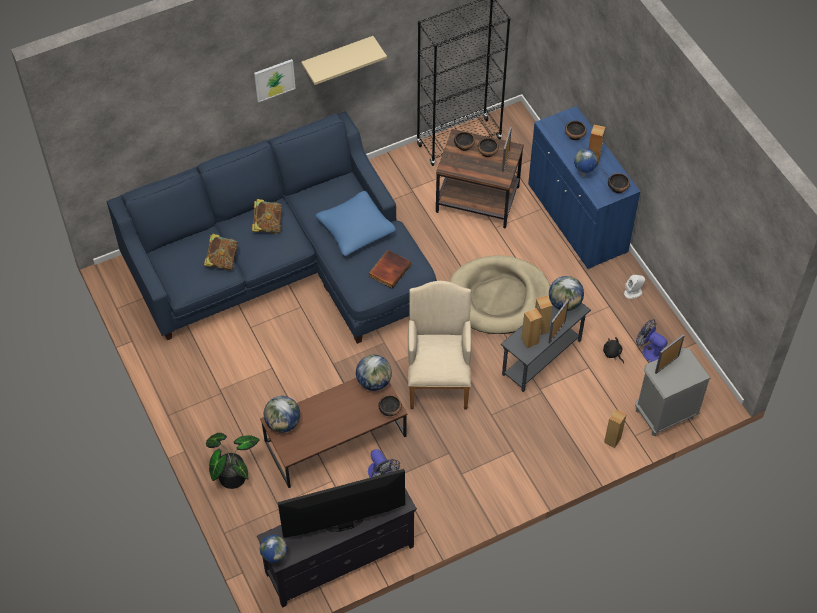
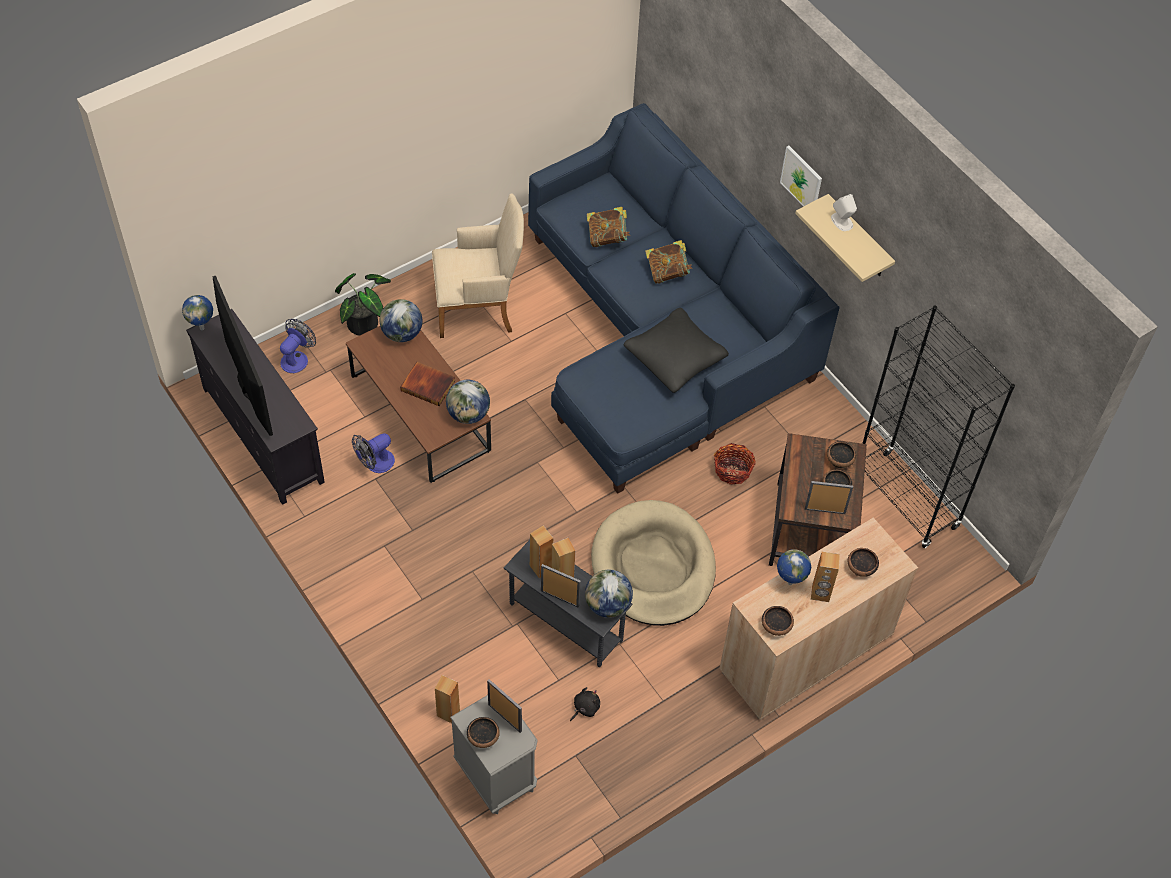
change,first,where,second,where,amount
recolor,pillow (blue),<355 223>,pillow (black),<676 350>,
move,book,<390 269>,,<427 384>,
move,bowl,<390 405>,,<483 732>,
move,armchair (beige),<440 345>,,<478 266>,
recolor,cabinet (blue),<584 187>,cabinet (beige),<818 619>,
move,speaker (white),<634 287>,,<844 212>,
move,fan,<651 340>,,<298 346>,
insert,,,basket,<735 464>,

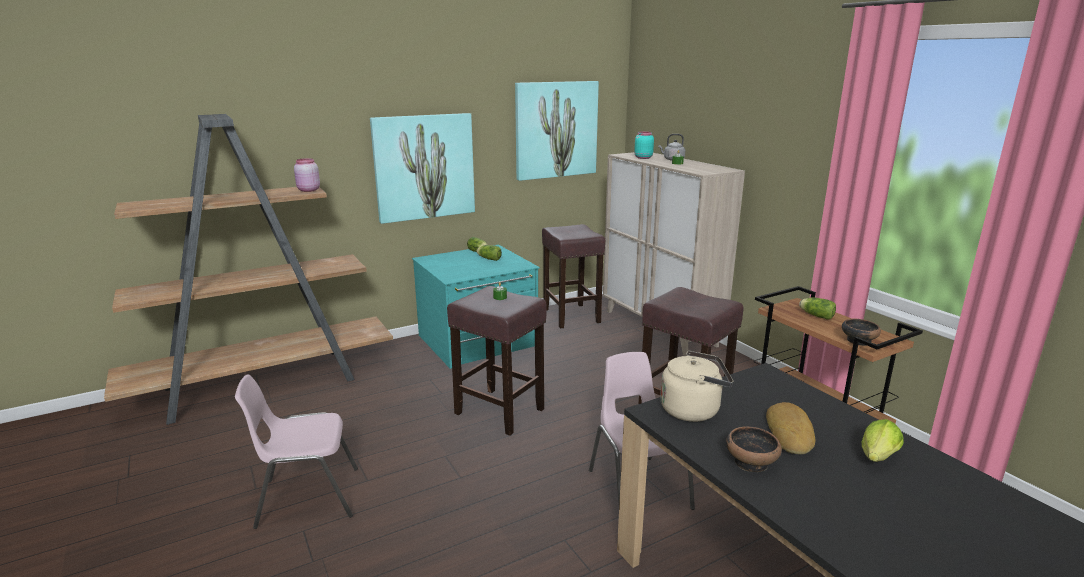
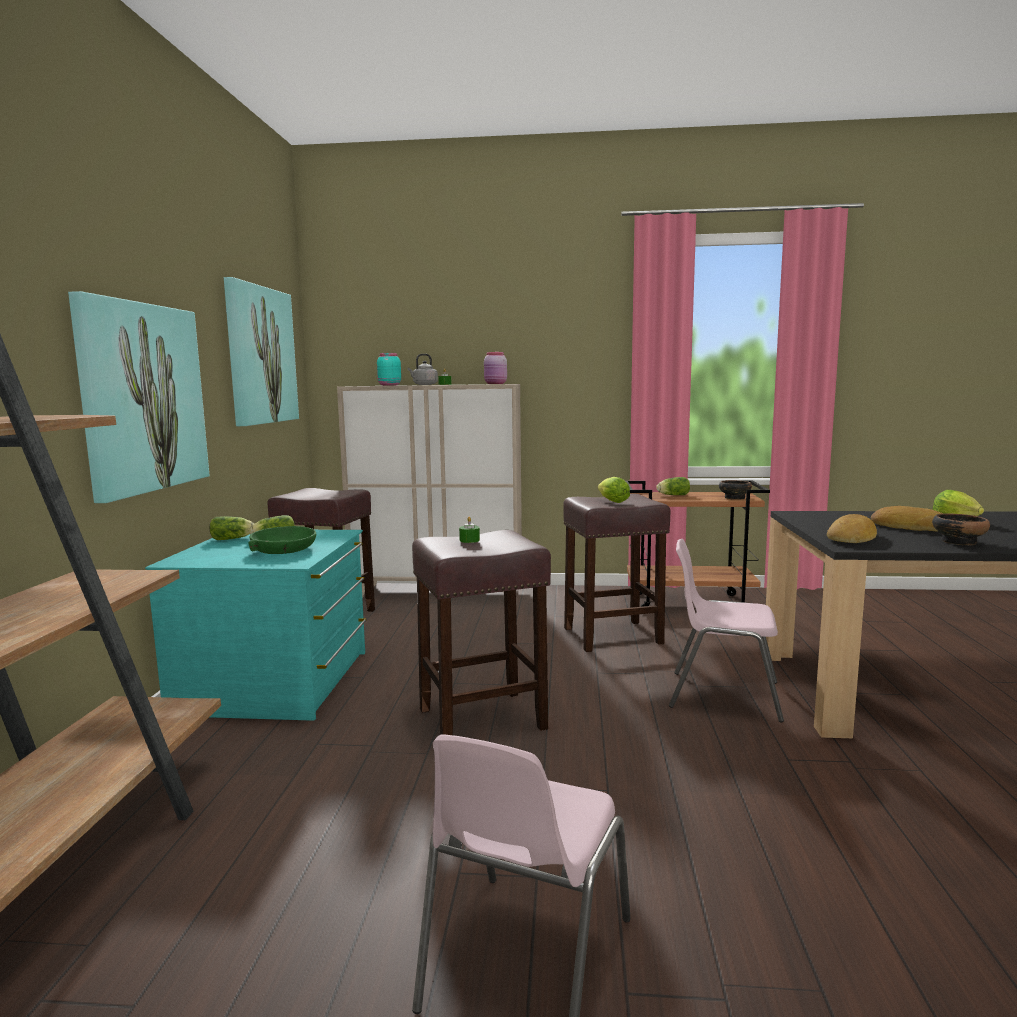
change,first,where,second,where,amount
move,jar (pink),<307 175>,,<495 368>,
replace,kettle (beige),<696 386>,bread,<852 528>,
insert,,,bowl (green),<282 540>,
insert,,,lettuce,<614 490>,

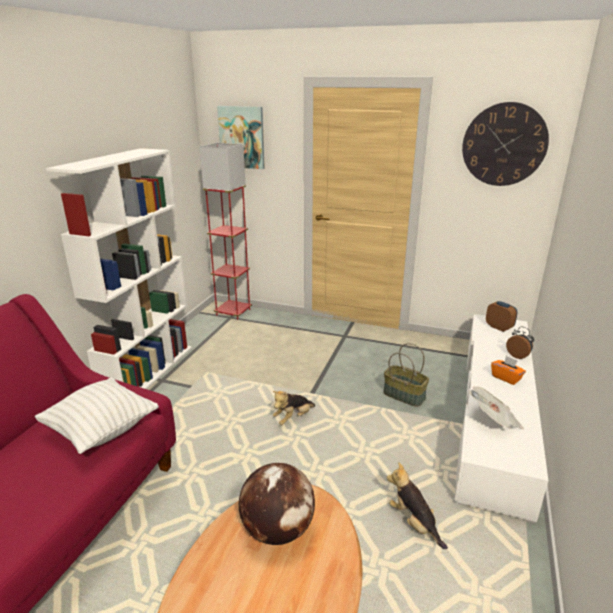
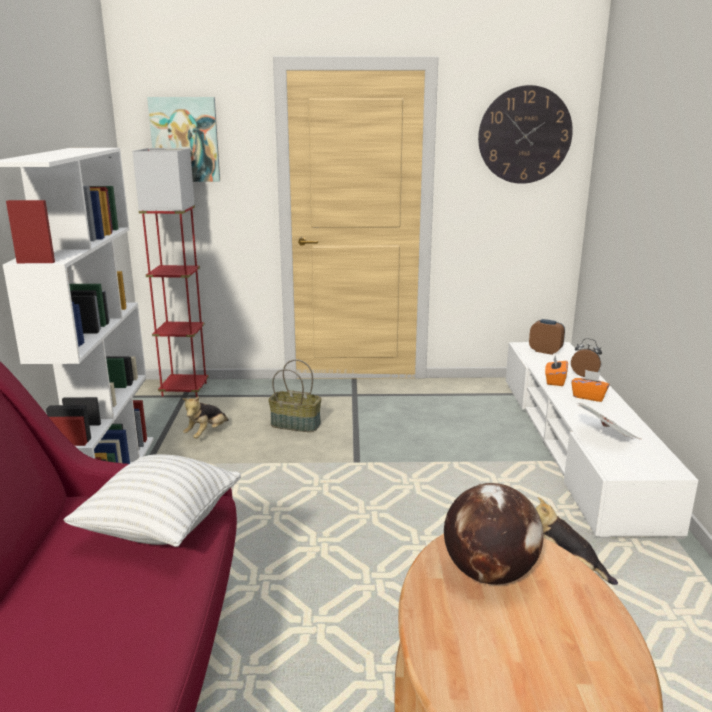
change,first,where,second,where,amount
move,plush toy,<293 408>,,<205 417>,
move,basket,<406 375>,,<294 395>,
insert,,,tissue box (orange),<556 371>,

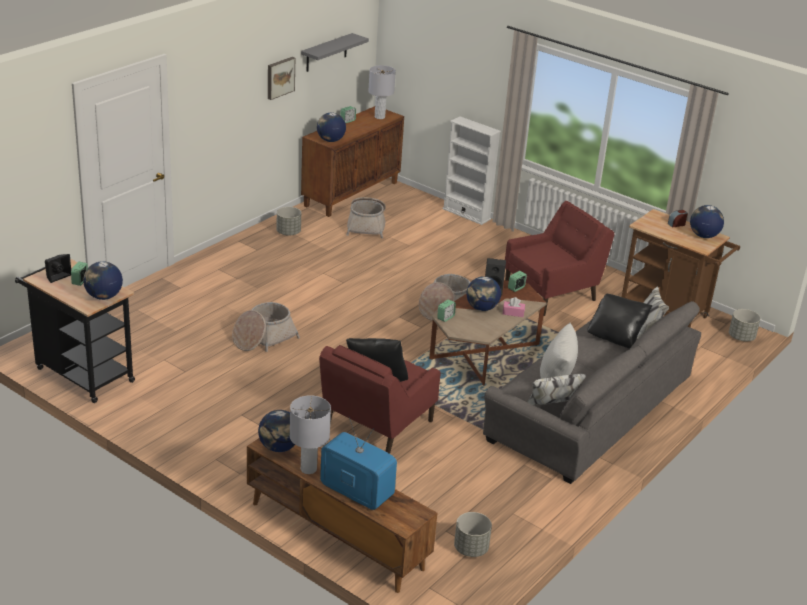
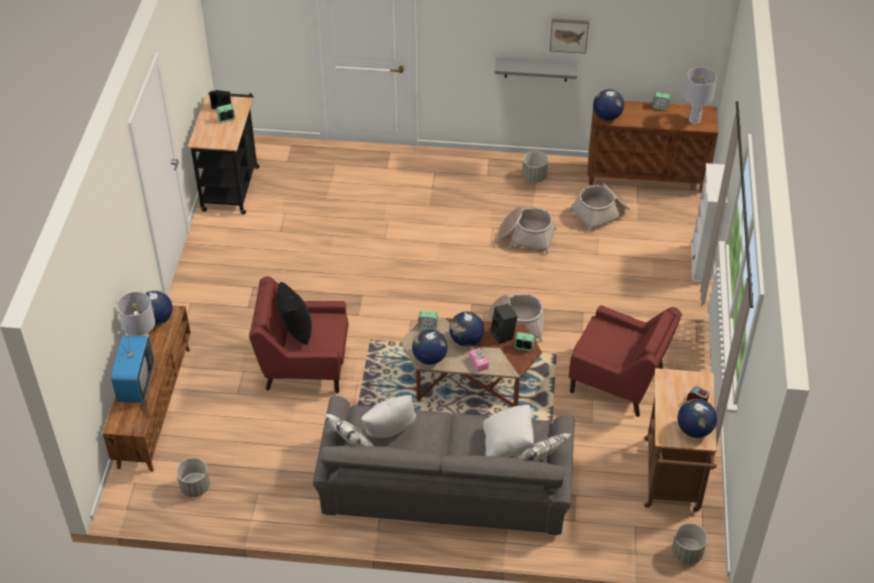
change,first,where,second,where,amount
move,globe,<103 280>,,<429 347>,
move,basket,<266 327>,,<526 231>,
move,shelf (grey),<335 52>,,<536 69>,
recolor,pillow (black),<620 321>,pillow (white),<508 431>,

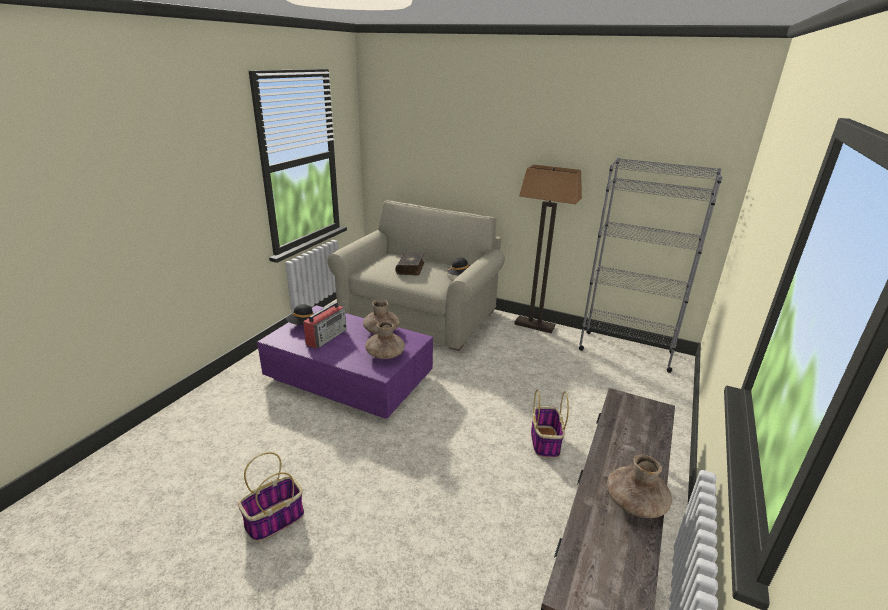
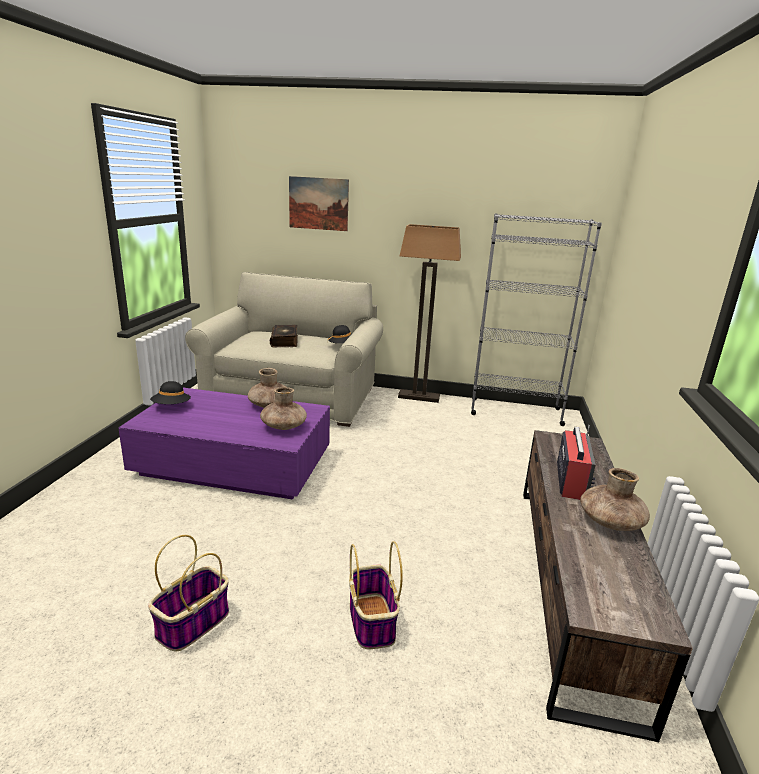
change,first,where,second,where,amount
move,radio,<325 325>,,<576 462>,
move,basket,<550 423>,,<376 595>,
insert,,,picture,<319 203>,

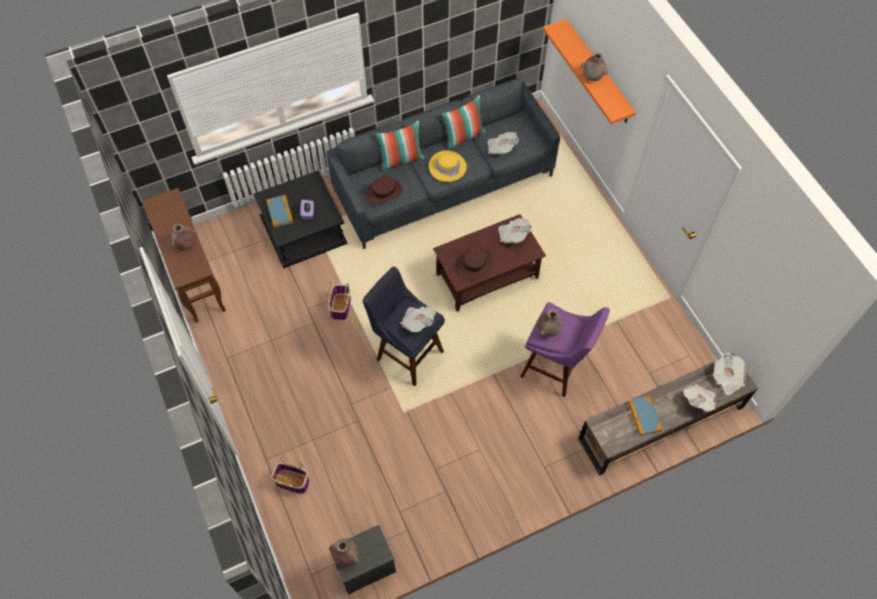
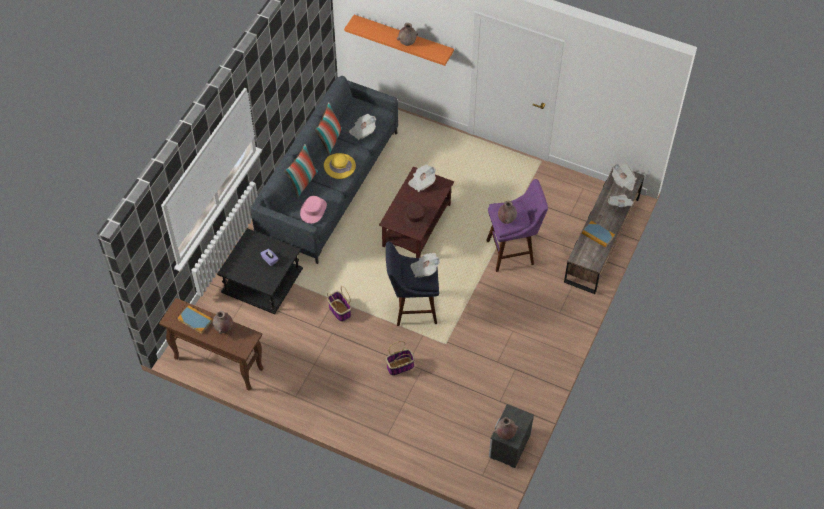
change,first,where,second,where,amount
move,book,<280 211>,,<195 319>,
move,basket,<290 475>,,<400 358>,
recolor,hat (brown),<383 190>,hat (pink),<313 210>,

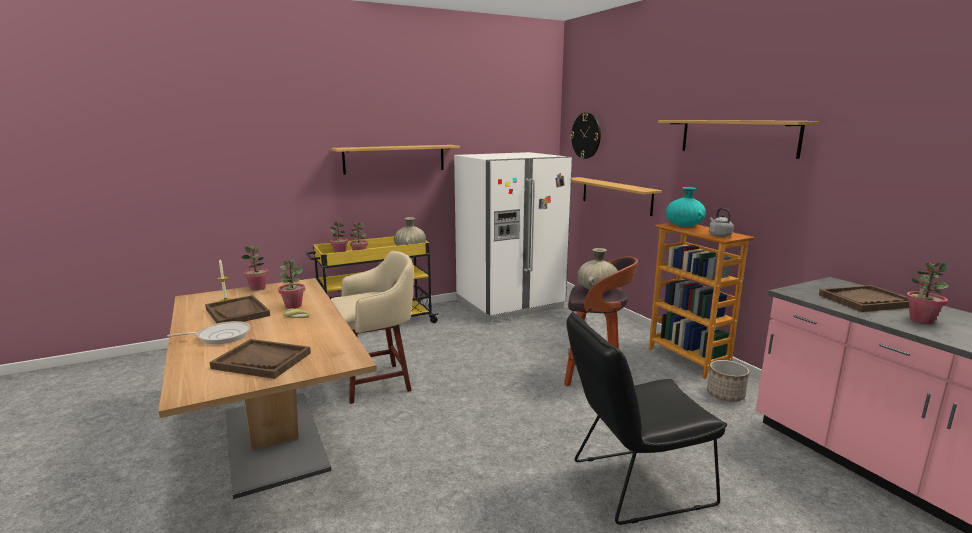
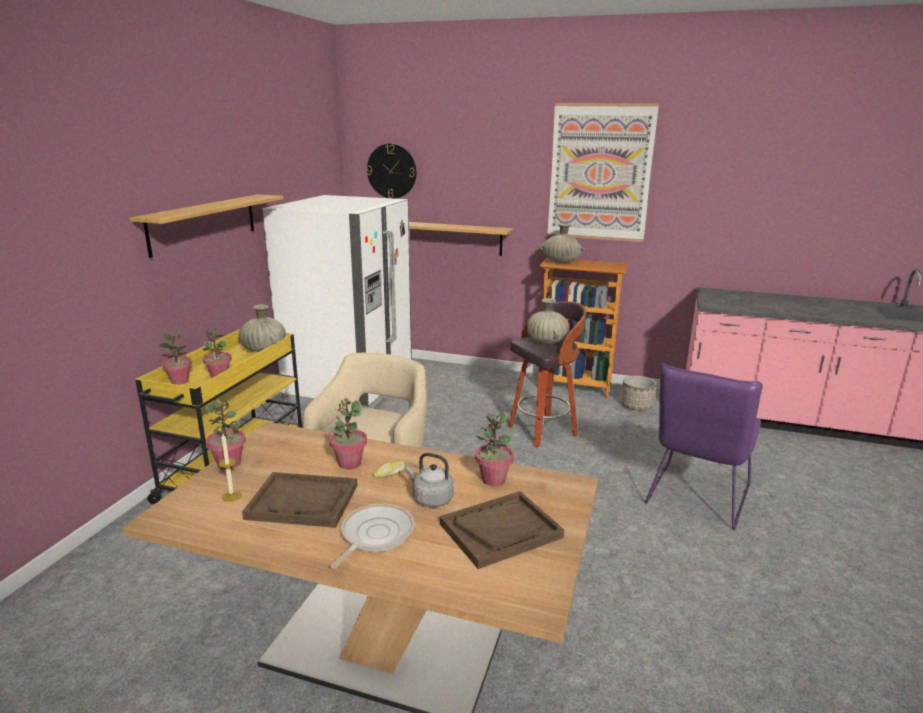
change,first,where,second,where,amount
recolor,chair (black),<646 418>,chair (purple),<704 446>,
replace,shelf,<738 139>,picture,<603 172>,
recolor,vase (turquoise),<686 207>,vase (beige),<562 243>,
move,kettle (grey),<721 222>,,<430 480>,
delete,tray (brown),<864 298>,,,
move,potted plant,<927 292>,,<494 448>,

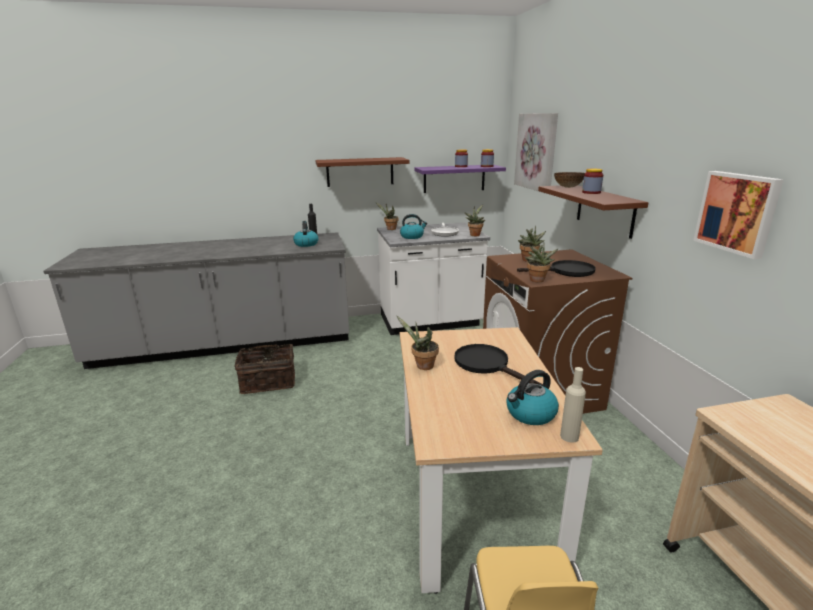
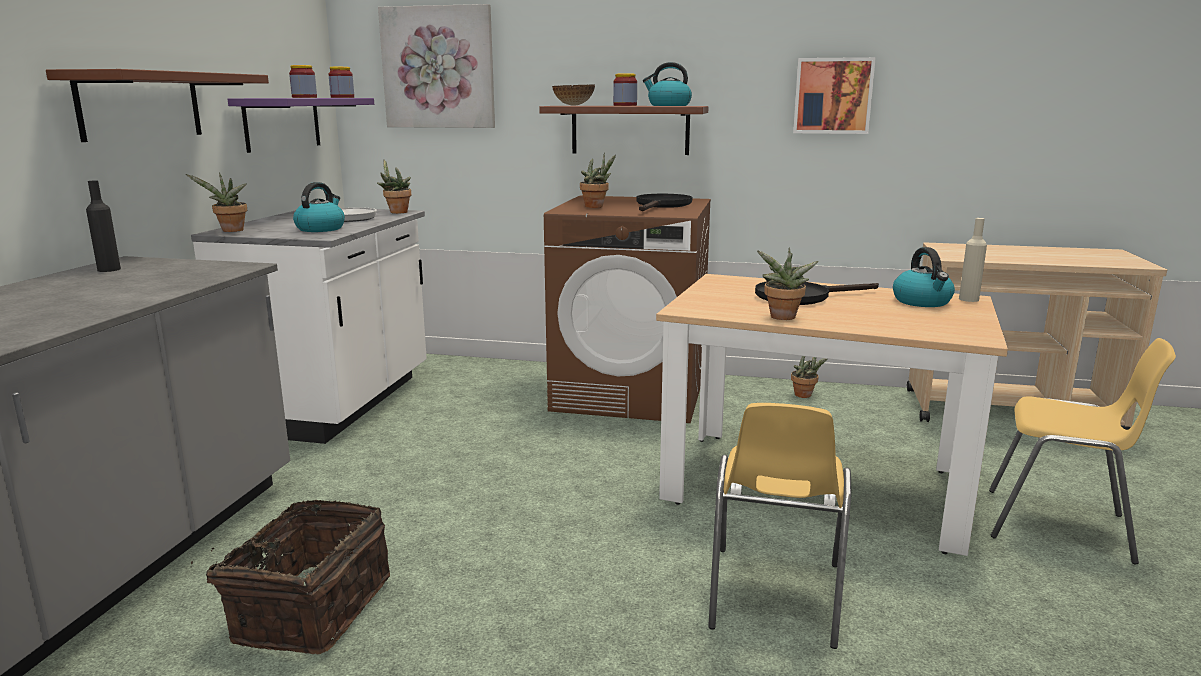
change,first,where,second,where,amount
move,kettle,<305 234>,,<667 84>,
move,potted plant,<541 262>,,<809 377>,
insert,,,chair (yellow),<779 526>,

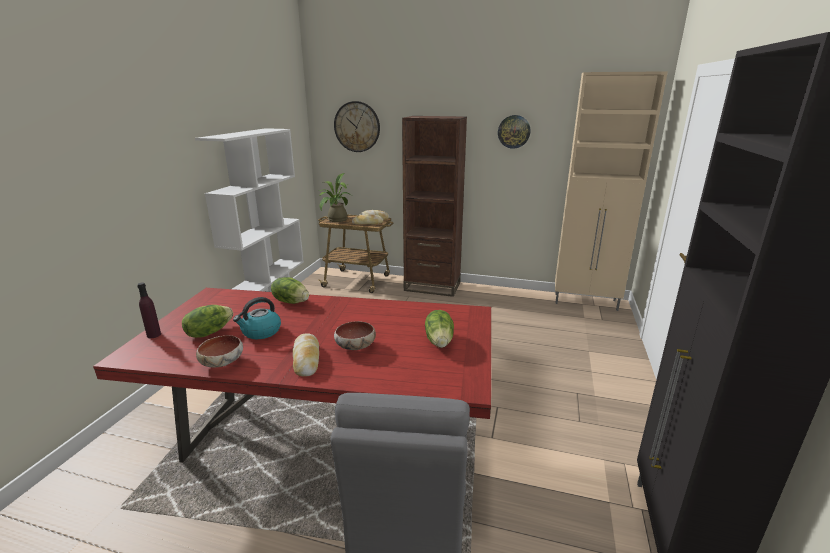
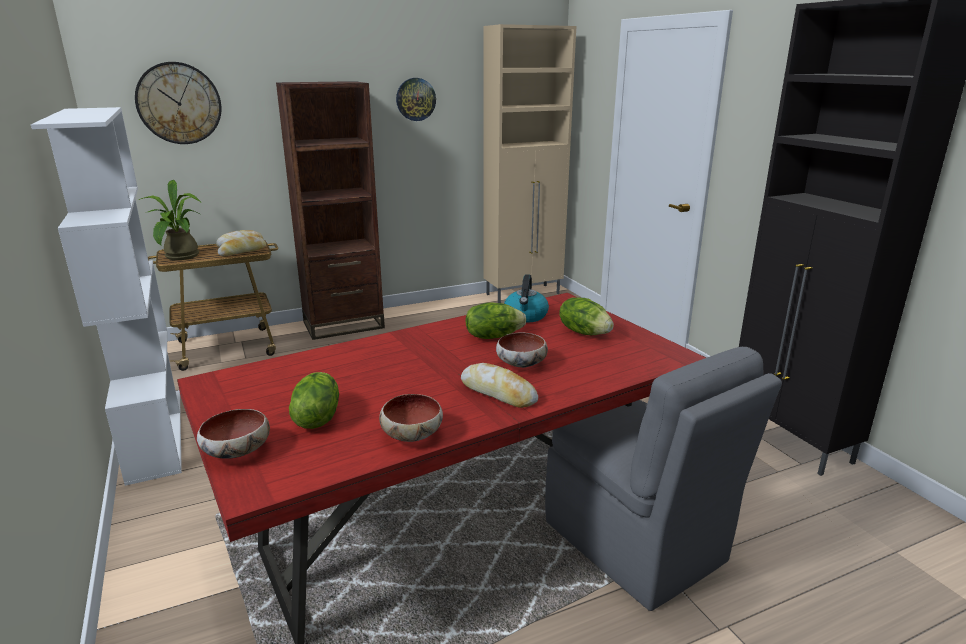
change,first,where,second,where,amount
replace,bottle (purple),<149 310>,bowl,<233 434>,
move,kettle,<257 318>,,<526 298>,
move,lettuce,<290 290>,,<496 320>,

